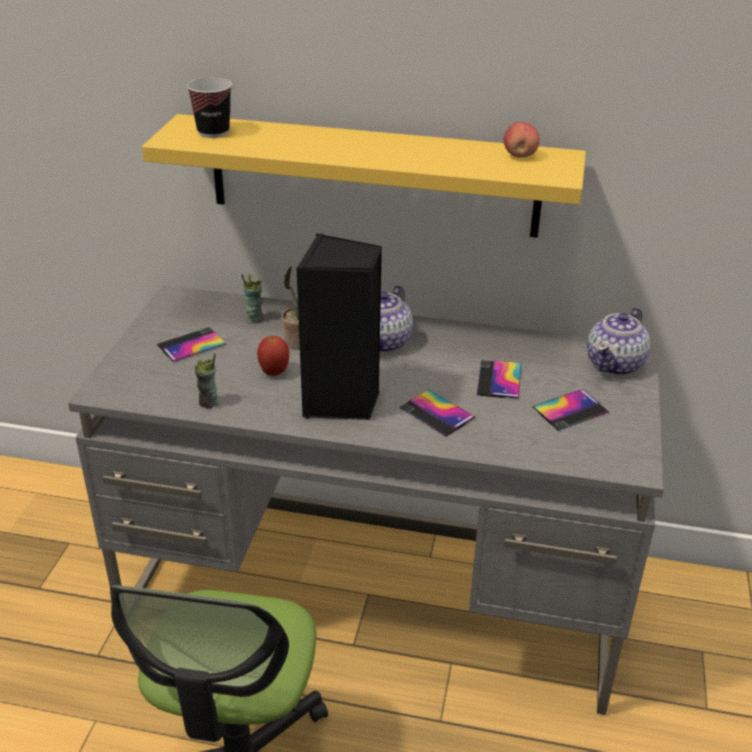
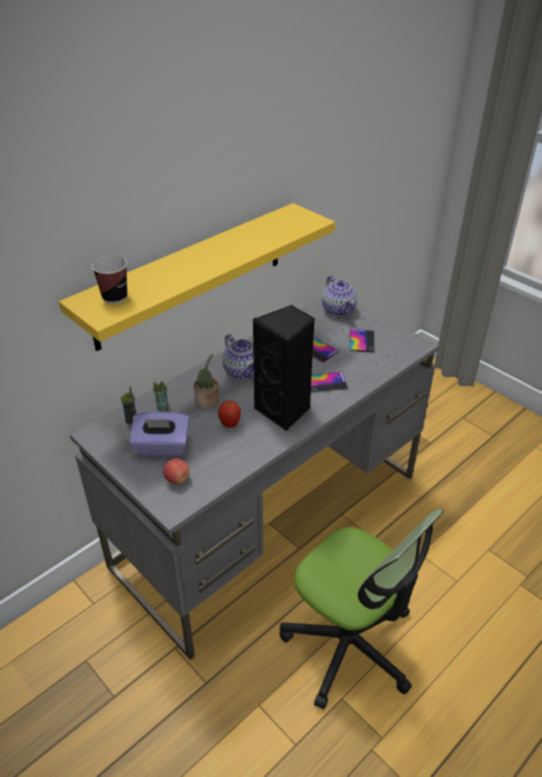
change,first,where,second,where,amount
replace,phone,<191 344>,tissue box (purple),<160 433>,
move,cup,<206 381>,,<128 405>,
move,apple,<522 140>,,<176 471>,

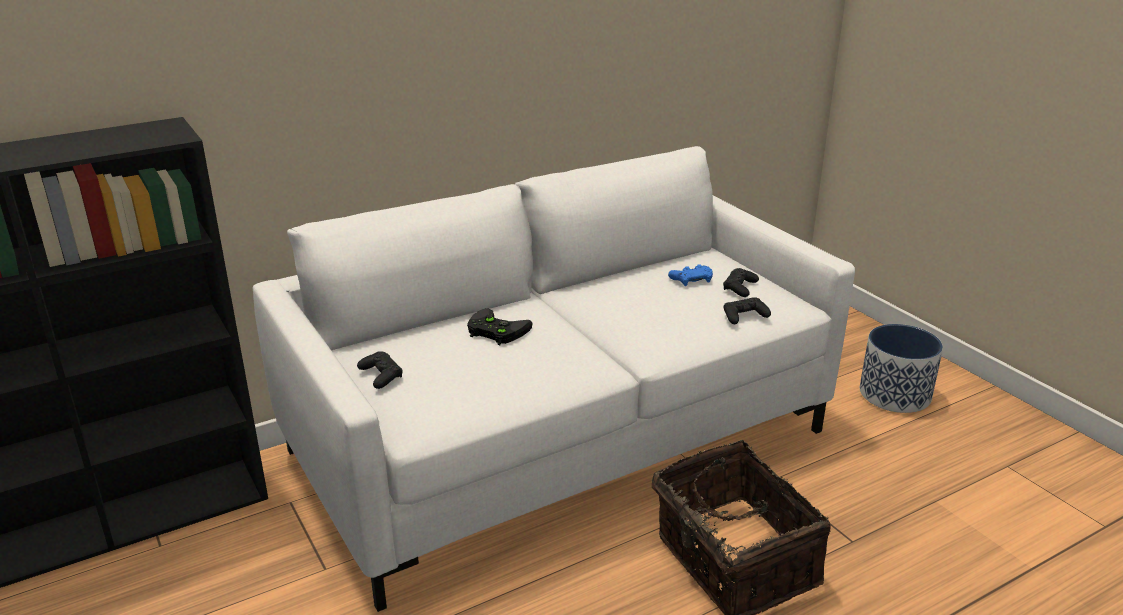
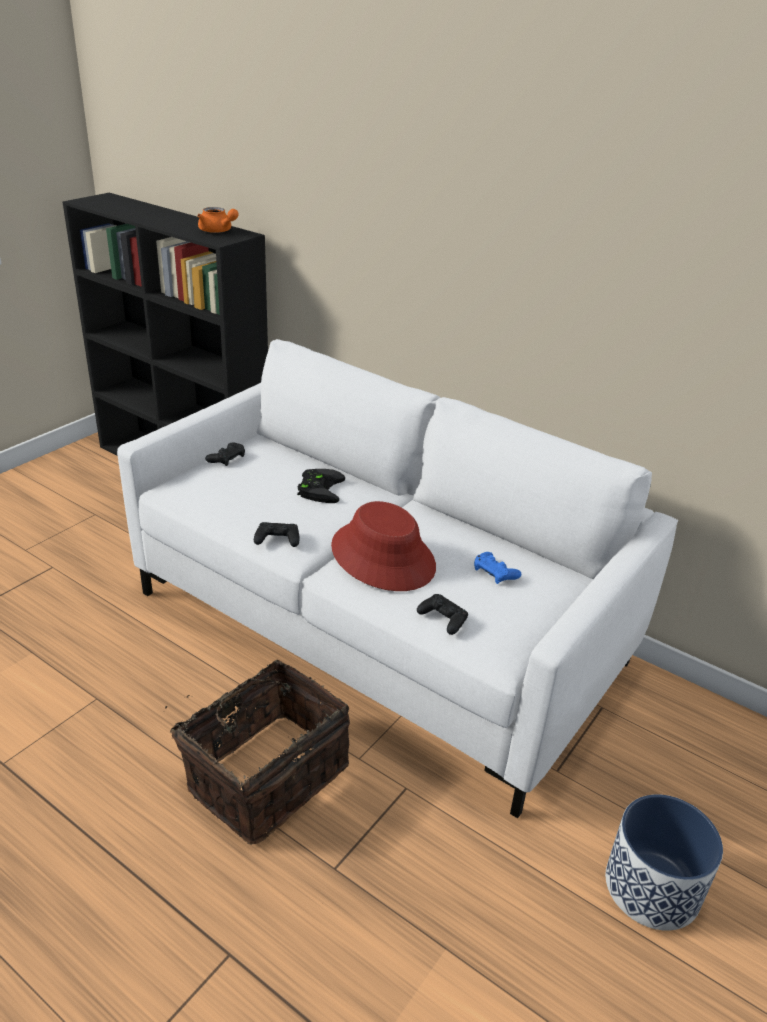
change,first,where,second,where,amount
move,game controller (black),<741 282>,,<276 534>,
insert,,,teapot (orange),<218 220>,
insert,,,hat (red),<383 546>,

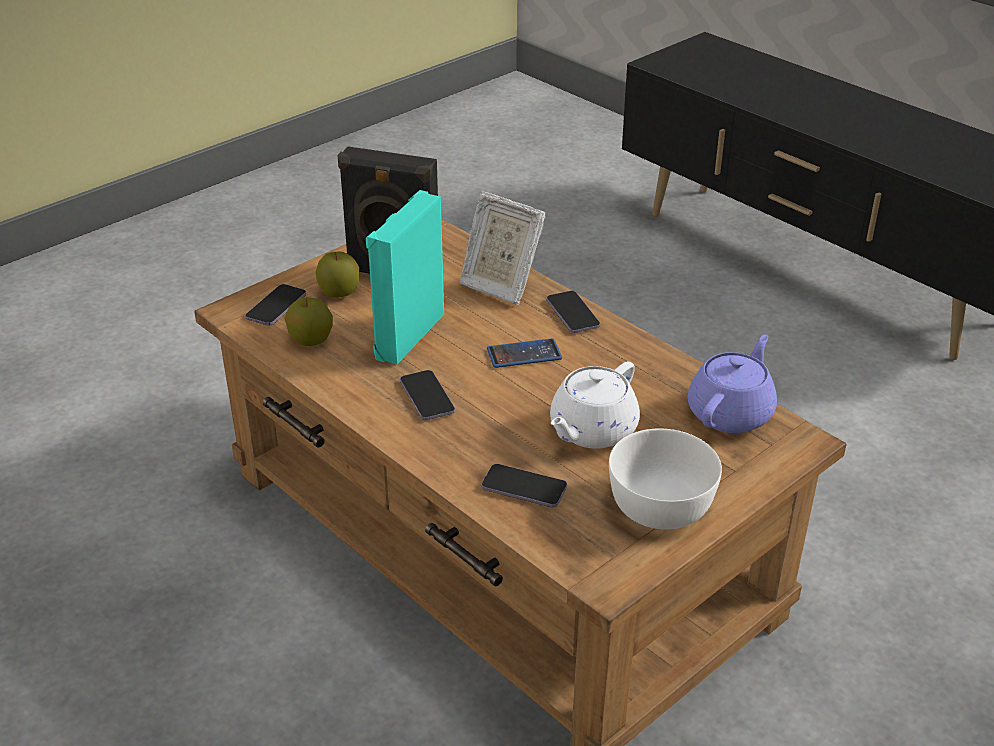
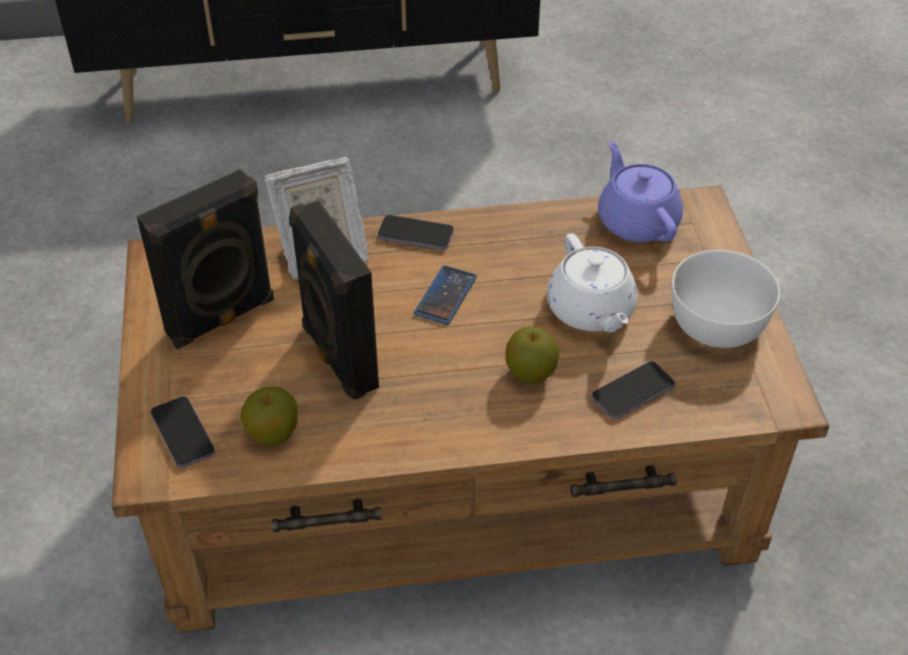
change,first,where,second,where,amount
move,apple,<337 274>,,<532 355>,
recolor,speaker (turquoise),<405 277>,speaker (black),<334 300>,
delete,phone,<427 395>,,,

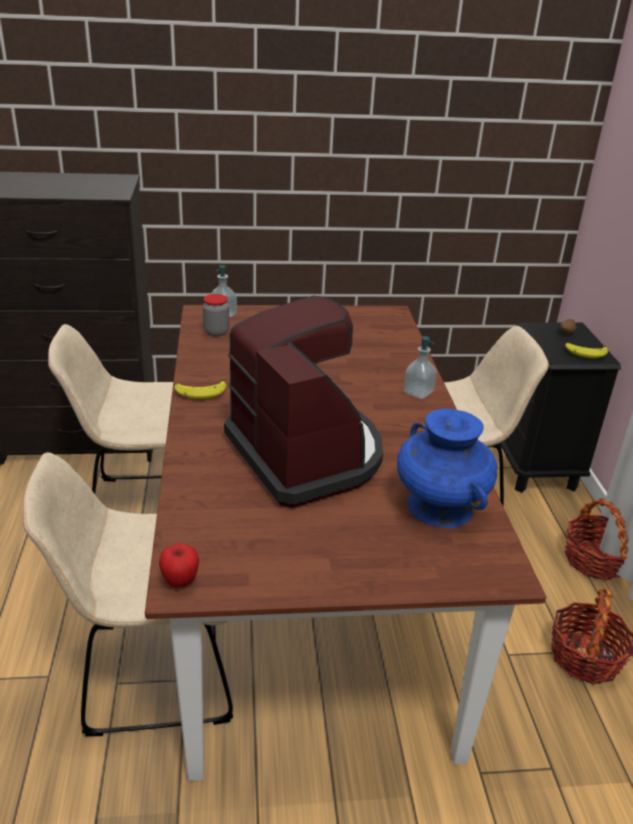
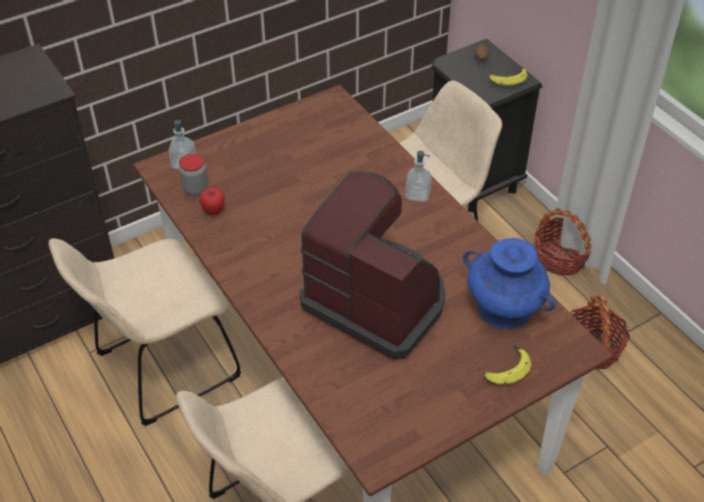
change,first,where,second,where,amount
move,apple,<179 565>,,<212 201>,
move,banana,<200 388>,,<507 364>,

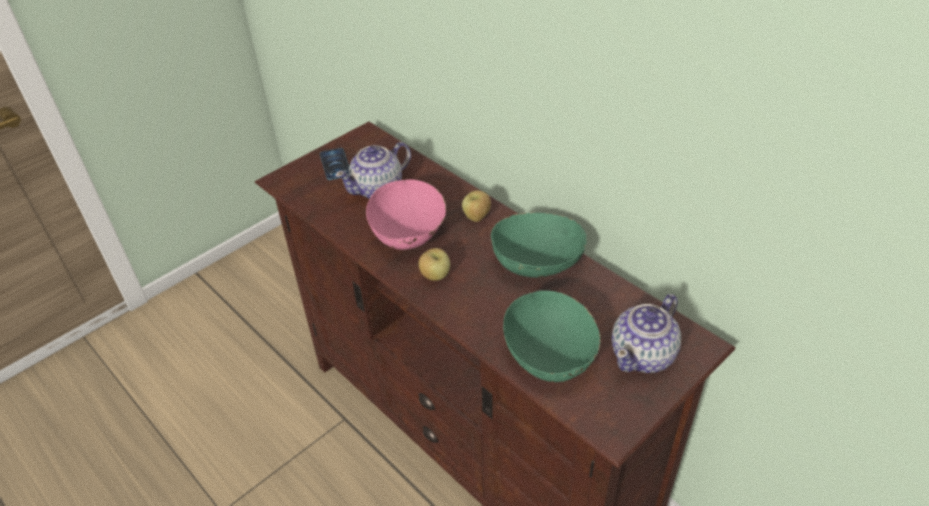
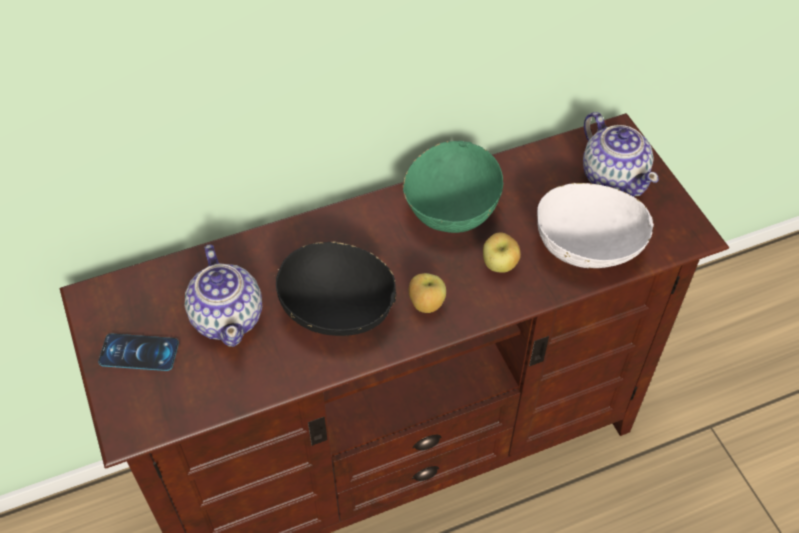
change,first,where,second,where,amount
recolor,bowl (pink),<406 214>,bowl (black),<336 288>,
move,apple,<476 206>,,<502 252>,
recolor,bowl (green),<552 336>,bowl (white),<595 225>,

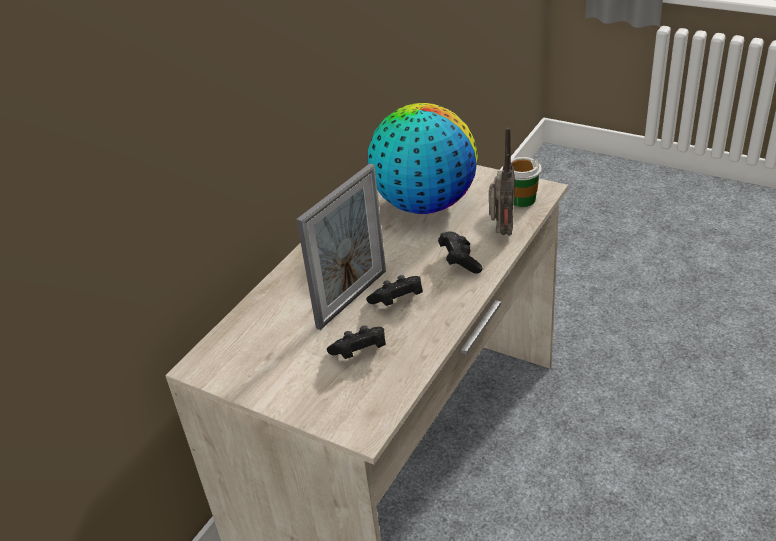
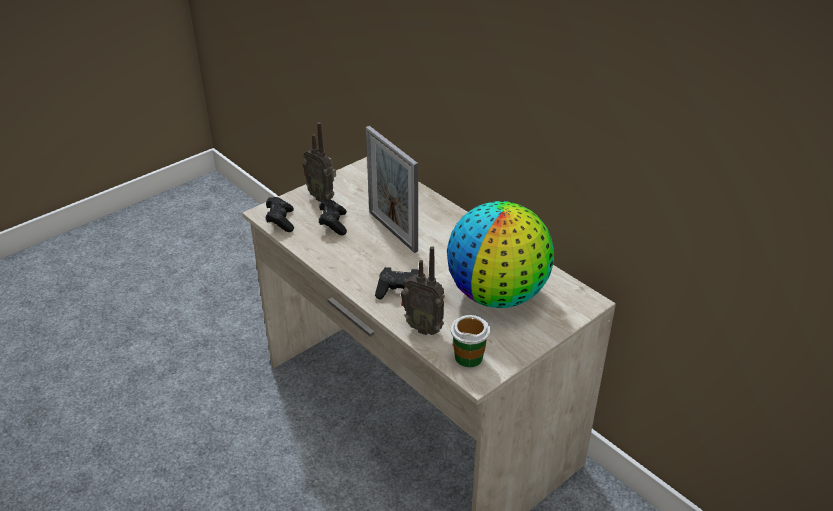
change,first,where,second,where,amount
move,game controller (black),<394 290>,,<280 214>,
insert,,,radio,<319 162>,

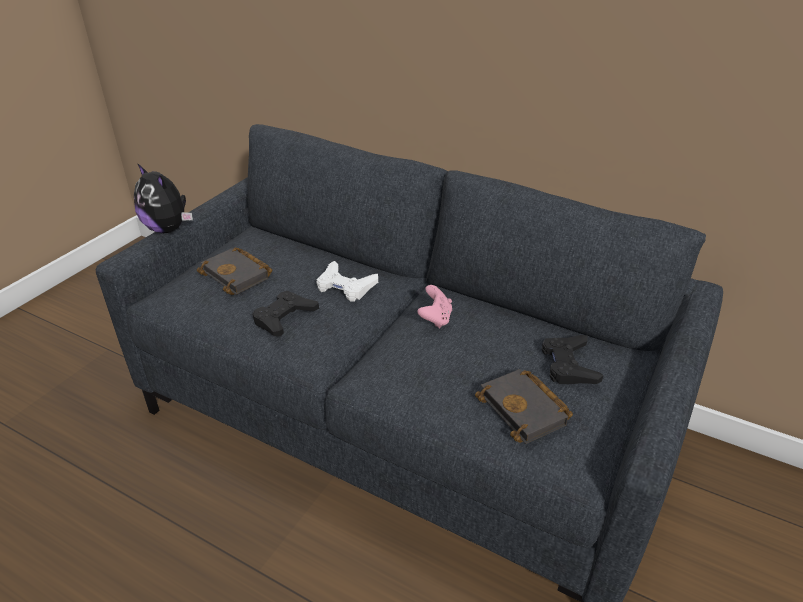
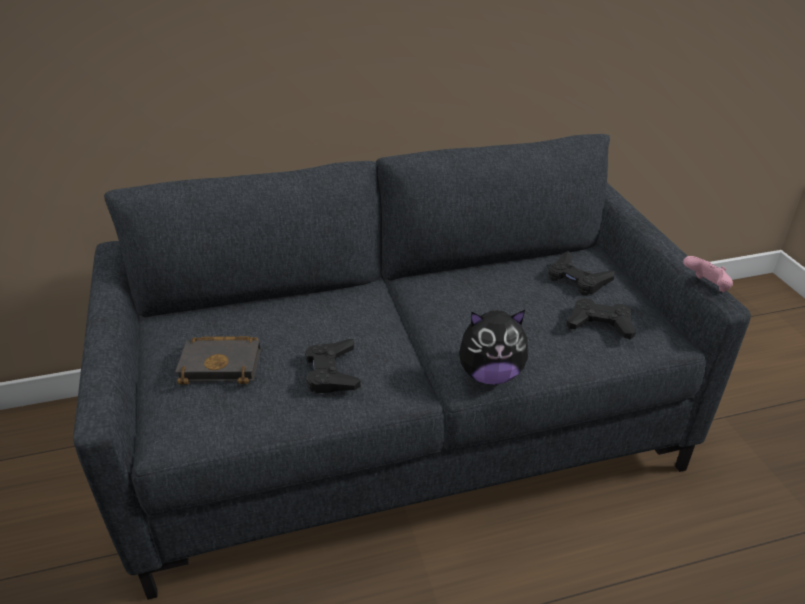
change,first,where,second,where,amount
move,plush toy,<163 198>,,<494 347>,
delete,game controller (white),<347 281>,,,
move,game controller (pink),<434 306>,,<708 274>,
replace,book (black),<524 406>,game controller (black),<601 319>,

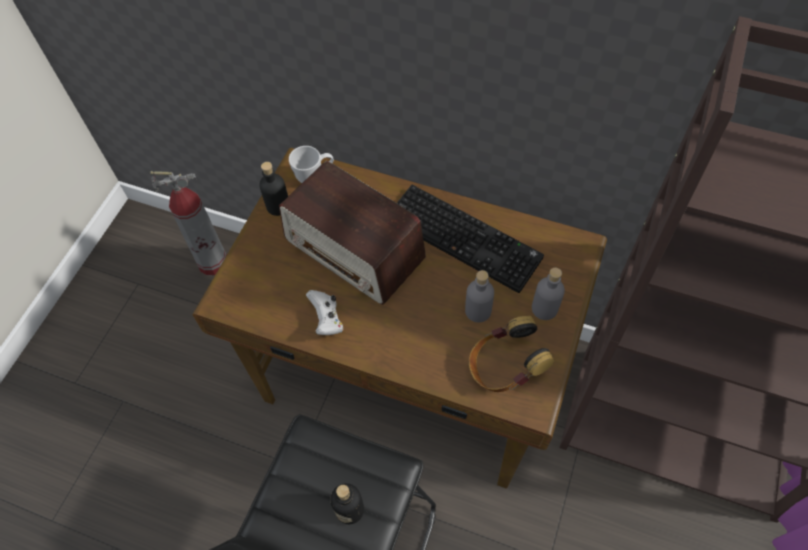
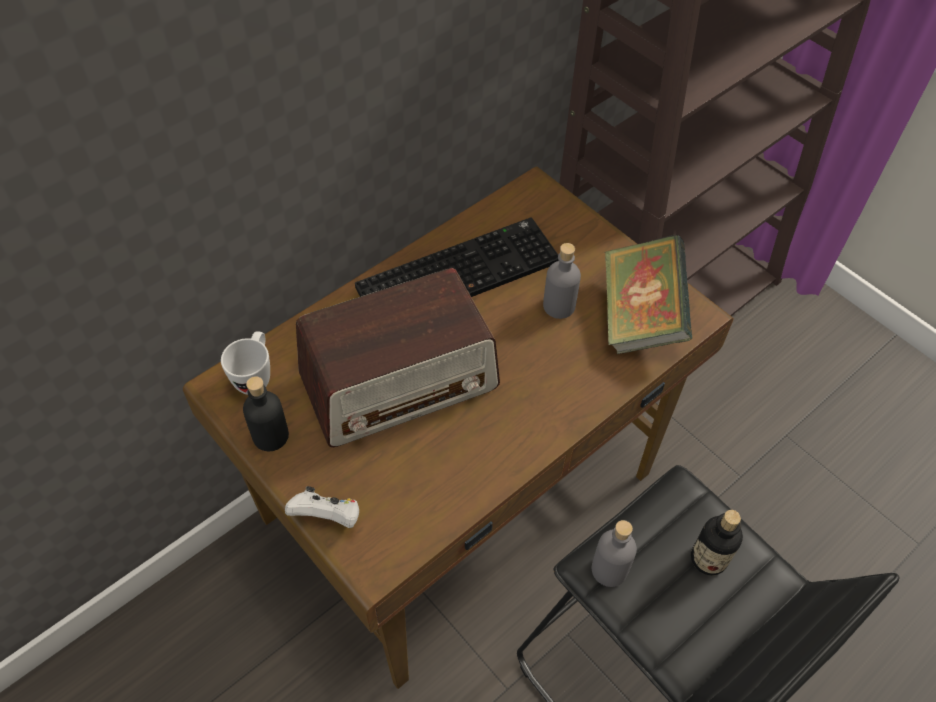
change,first,where,second,where,amount
delete,fire extinguisher,<188 223>,,,
move,game controller (white),<324 312>,,<322 507>,
replace,headphones,<511 354>,book,<648 294>,
move,bottle (grey),<548 294>,,<614 553>,

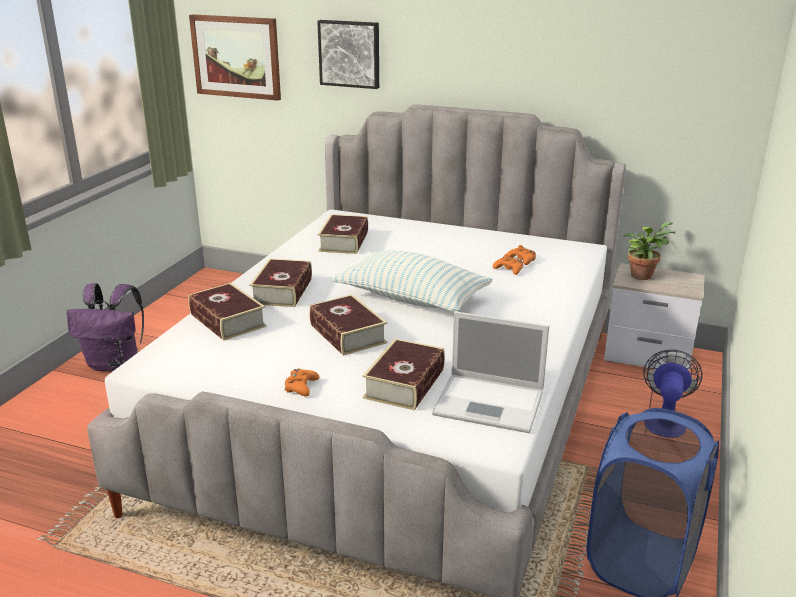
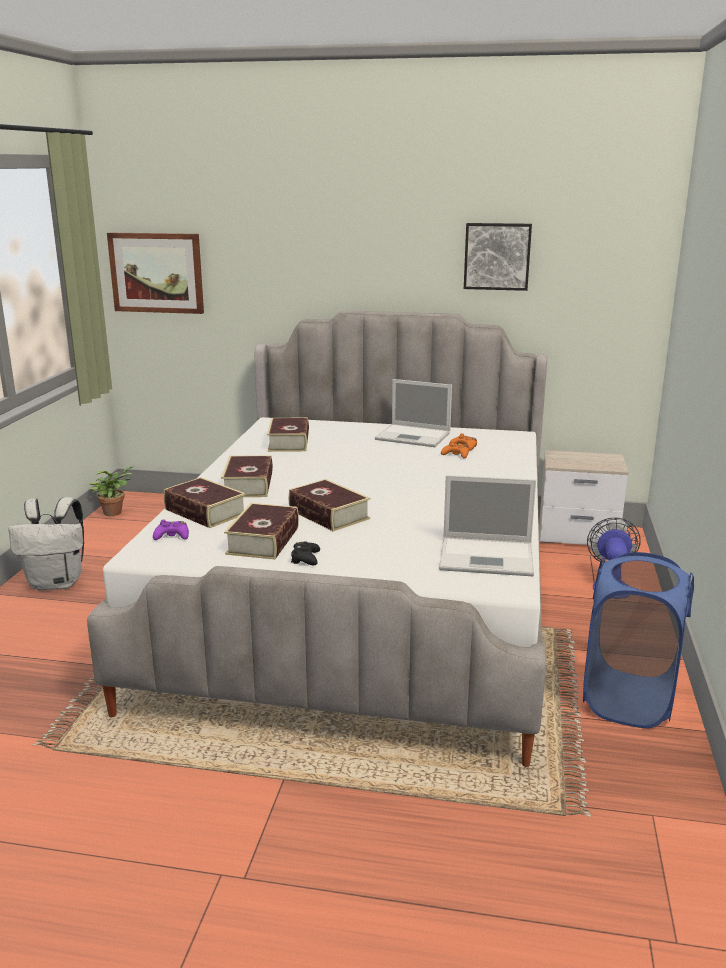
change,first,where,second,where,amount
recolor,backpack (purple),<105 327>,backpack (white),<46 543>,
recolor,game controller (orange),<302 383>,game controller (black),<305 553>,
move,picture,<348 54>,,<498 257>,
delete,pillow,<412 281>,,,
move,book,<403 374>,,<261 531>,
move,potted plant,<649 251>,,<112 491>,
insert,,,game controller (purple),<171 530>,
insert,,,laptop,<413 413>,

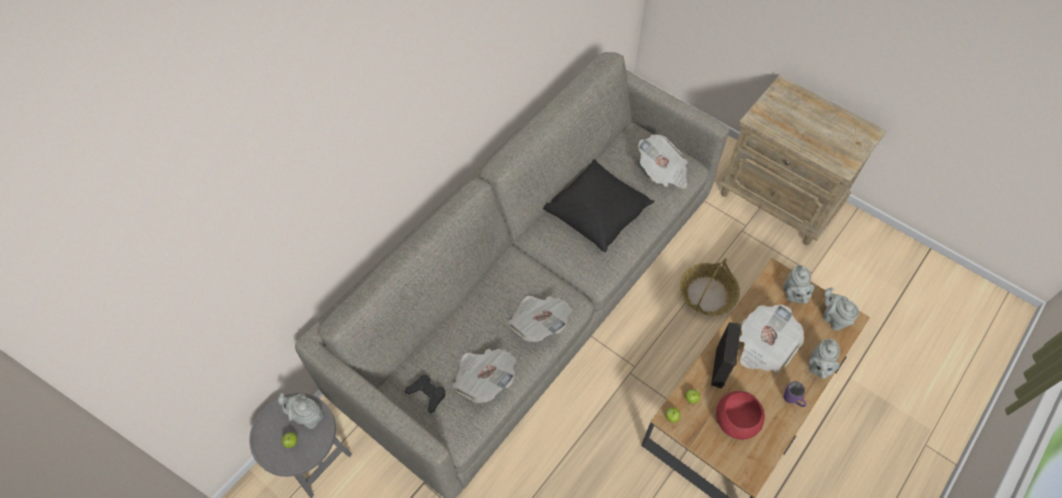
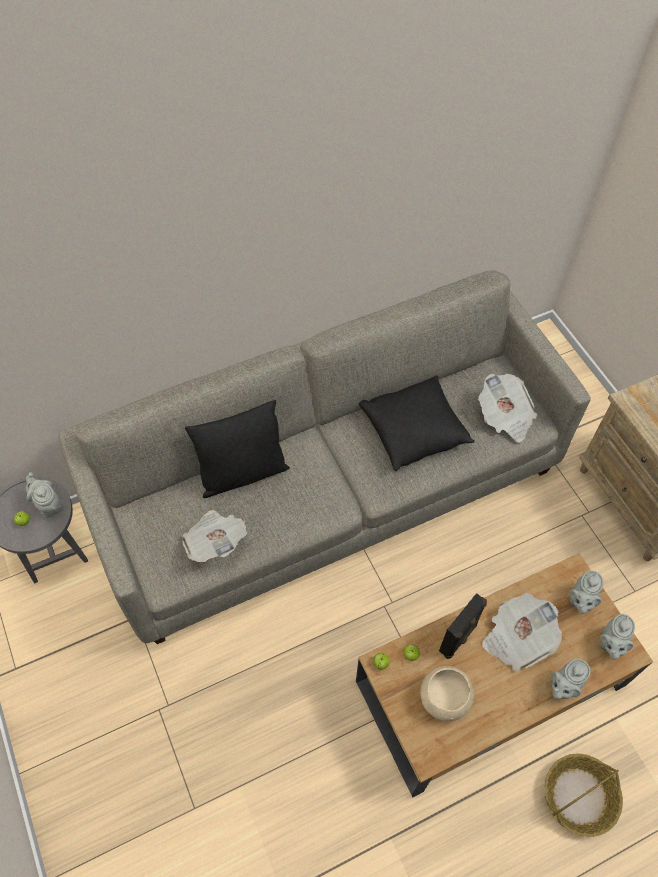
change,first,where,second,where,amount
delete,game controller (black),<425 393>,,,
delete,newspaper,<539 318>,,,
move,basket,<710 286>,,<583 795>,
recolor,bowl (red),<740 415>,bowl (beige),<447 693>,
delete,mug (purple),<795 394>,,,
rotate,teapot (grey),<841 308>,,<617 637>,150 degrees counterclockwise
insert,,,pillow (black),<237 449>,

